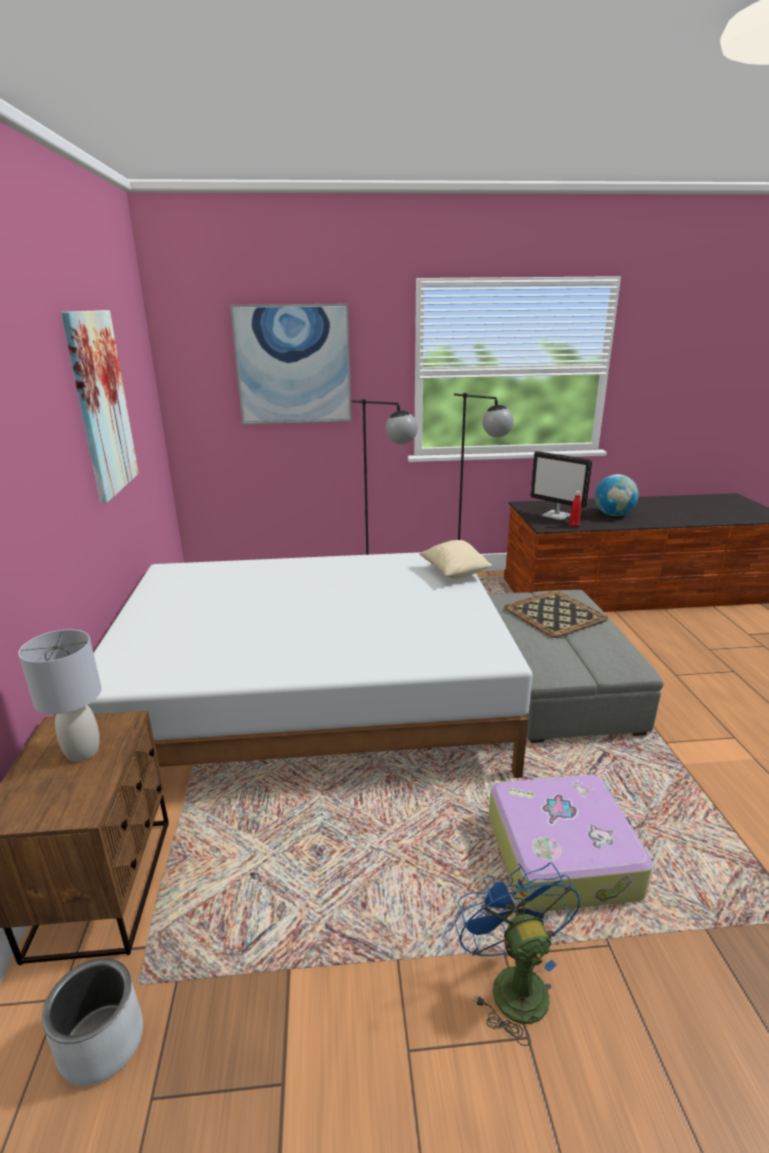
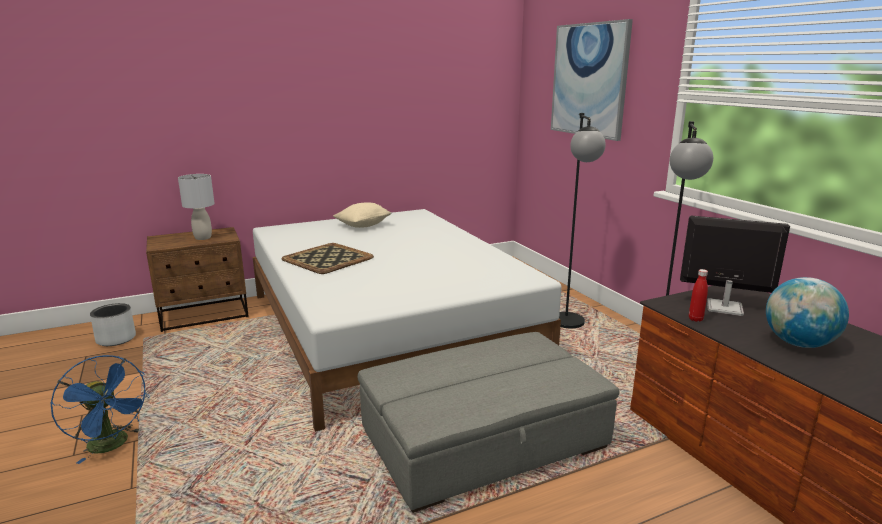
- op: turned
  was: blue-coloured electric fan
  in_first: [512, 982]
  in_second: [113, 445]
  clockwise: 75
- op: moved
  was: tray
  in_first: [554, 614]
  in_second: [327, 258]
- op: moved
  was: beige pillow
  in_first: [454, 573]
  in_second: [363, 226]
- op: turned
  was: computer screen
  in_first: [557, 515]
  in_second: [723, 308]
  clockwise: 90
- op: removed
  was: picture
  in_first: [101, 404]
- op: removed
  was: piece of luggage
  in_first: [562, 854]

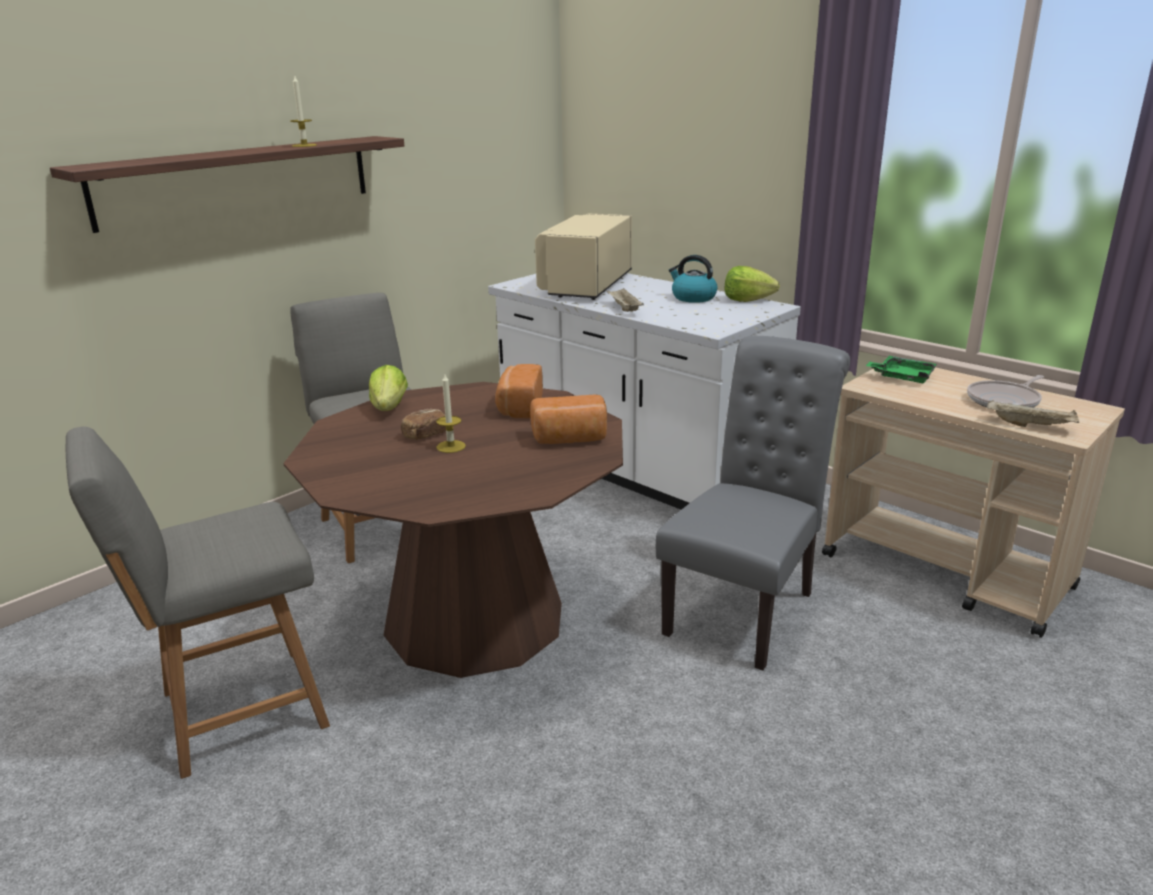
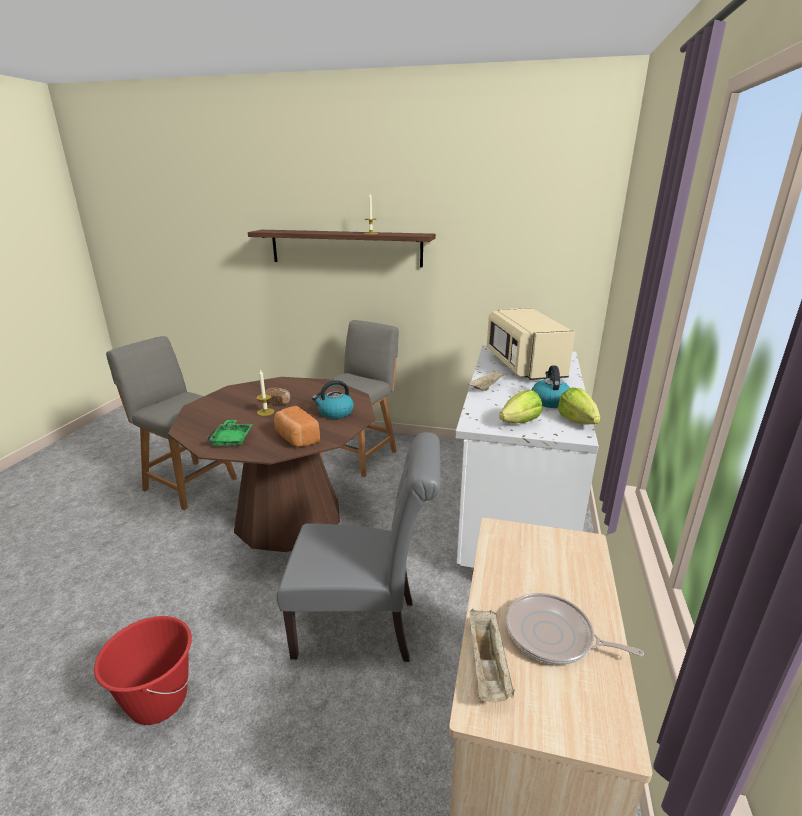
- op: added
  now: red water bucket
  in_second: [158, 700]
- op: moved
  was: greenish tray
  in_first: [902, 377]
  in_second: [232, 439]
- op: replaced
  was: bakery bread
  now: kettle
  in_first: [519, 407]
  in_second: [335, 413]
- op: turned
  was: beige kitchen microwave
  in_first: [585, 286]
  in_second: [523, 366]
  clockwise: -90
- op: moved
  was: lettuce
  in_first: [389, 408]
  in_second: [520, 422]

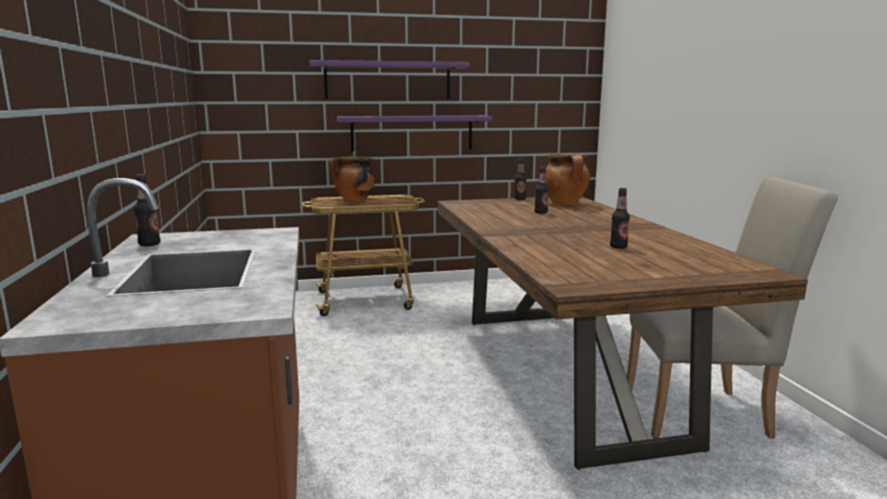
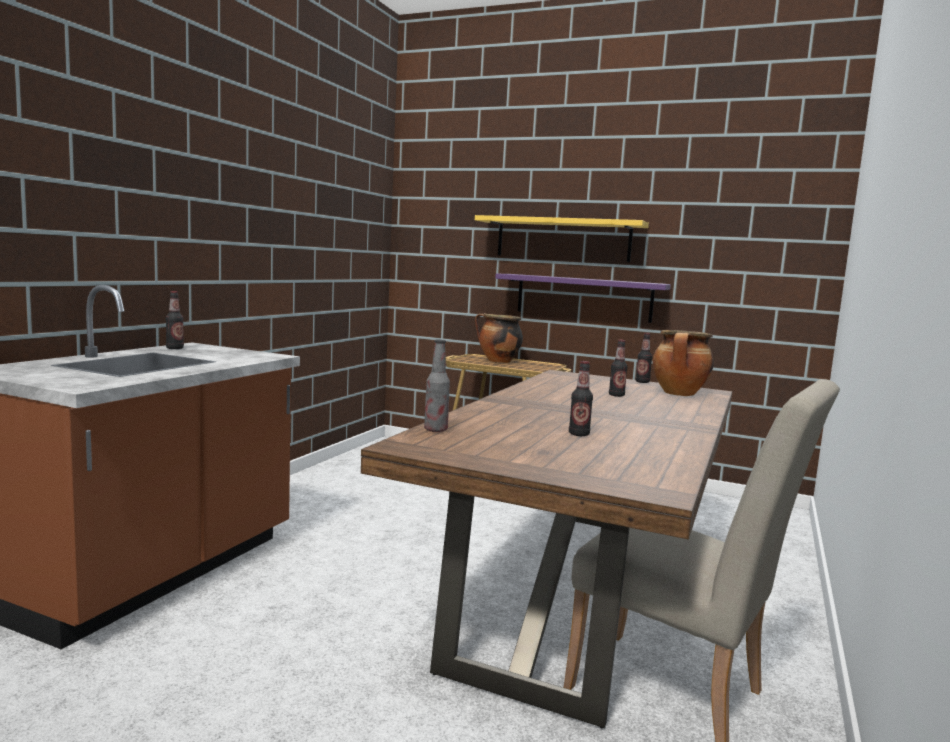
- op: added
  now: bottle
  in_second: [435, 430]
- op: recoloured
  was: purplish shelf
  now: yellow-coloured shelf
  in_first: [388, 80]
  in_second: [563, 239]

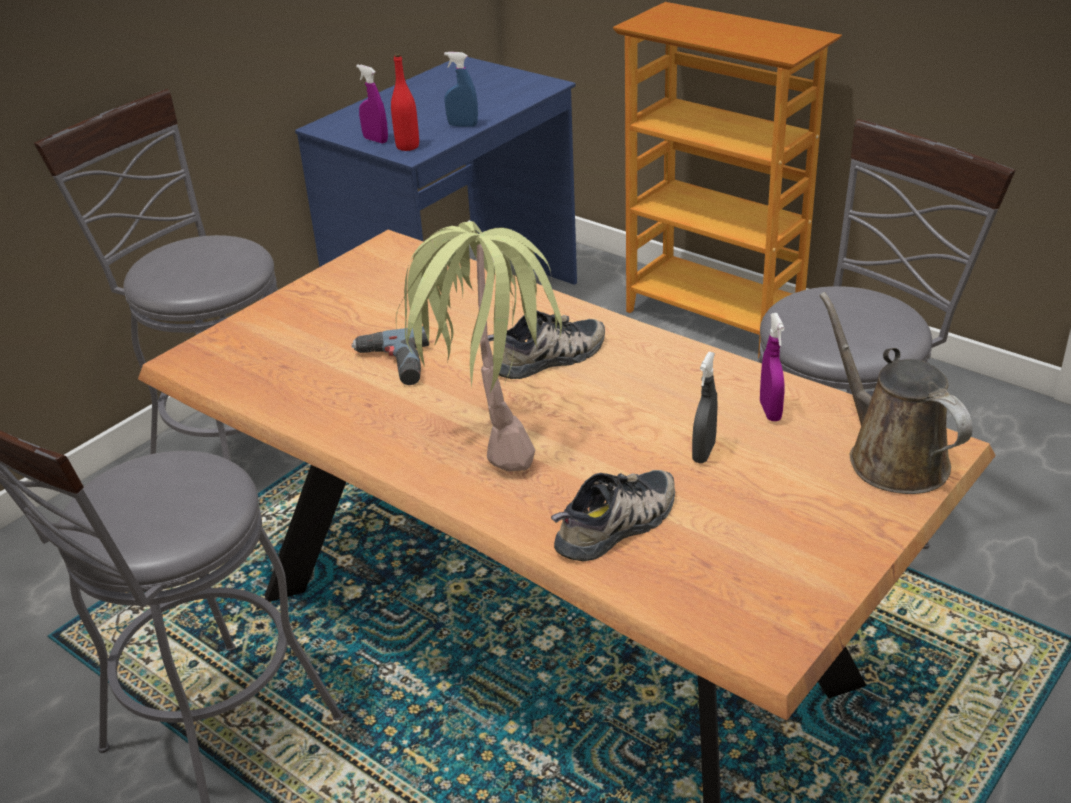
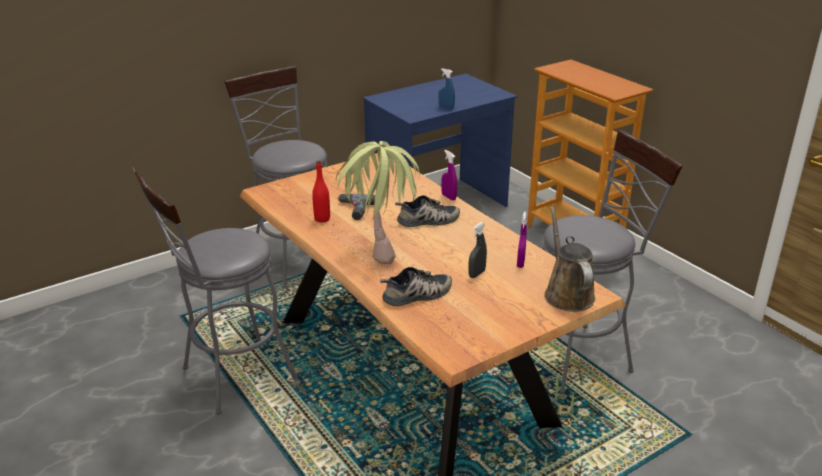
- op: moved
  was: red bottle
  in_first: [407, 146]
  in_second: [322, 219]
- op: moved
  was: purplish spray bottle
  in_first: [375, 140]
  in_second: [448, 197]

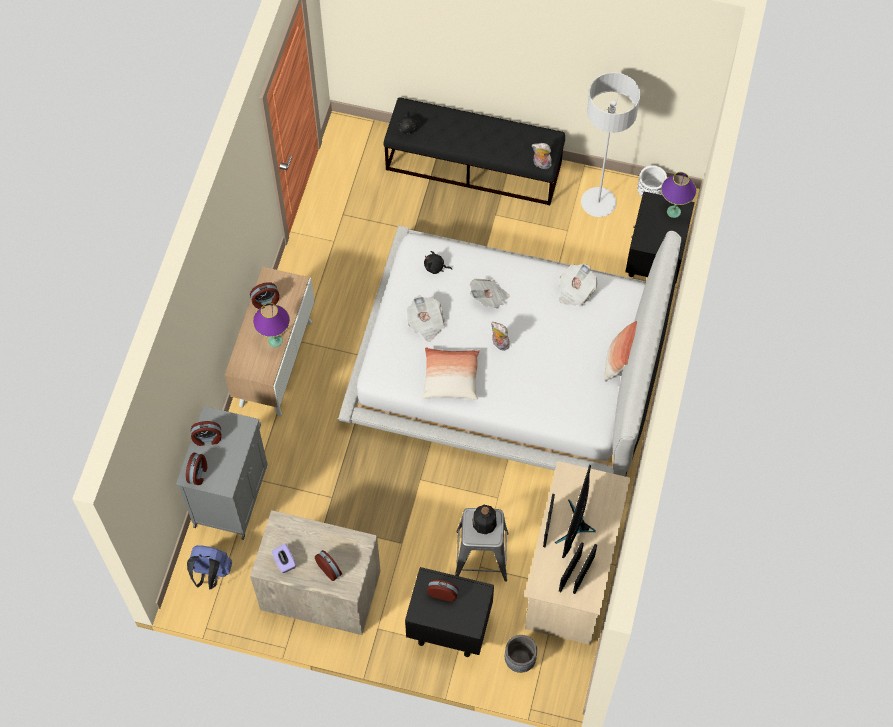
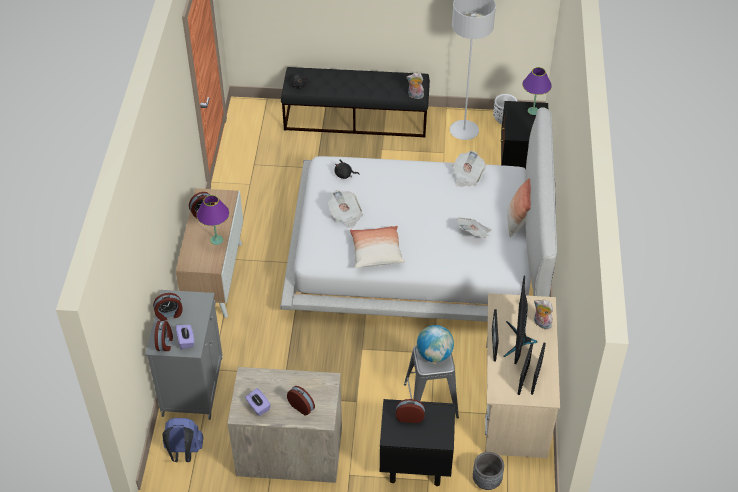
- op: added
  now: purplish tissue holder
  in_second: [186, 341]
- op: replaced
  was: bottle
  now: world globe
  in_first: [484, 523]
  in_second: [434, 354]
- op: moved
  was: printed paper
  in_first: [489, 298]
  in_second: [474, 233]
- op: moved
  was: cuddly toy
  in_first: [499, 343]
  in_second: [541, 324]

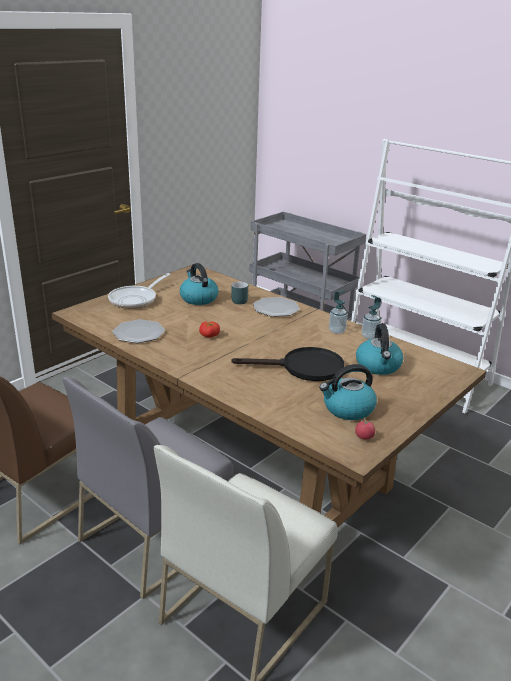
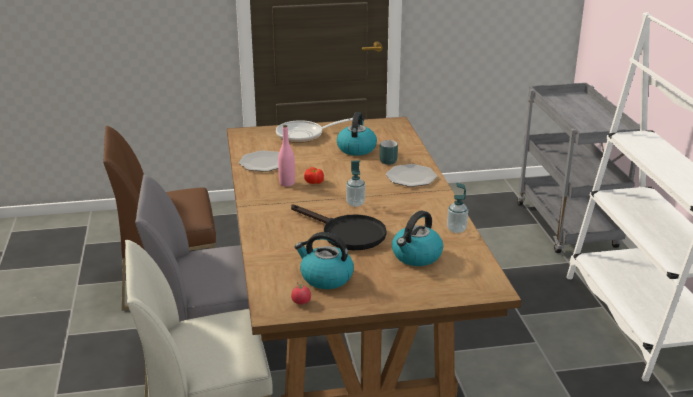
- op: added
  now: pink-coloured bottle
  in_second: [287, 183]
- op: moved
  was: soap dispenser
  in_first: [337, 331]
  in_second: [355, 203]

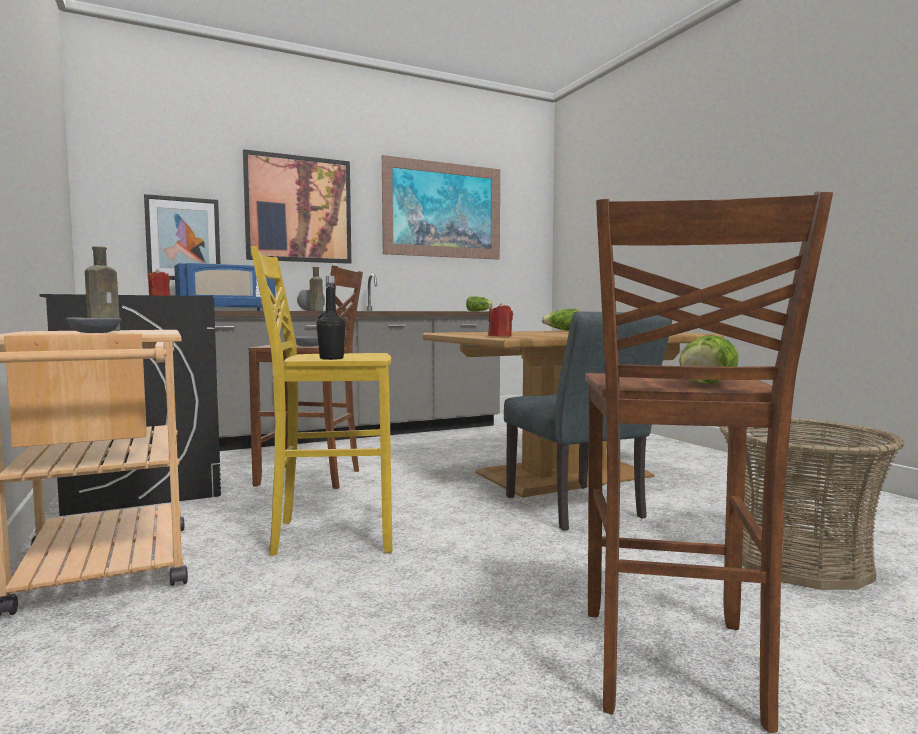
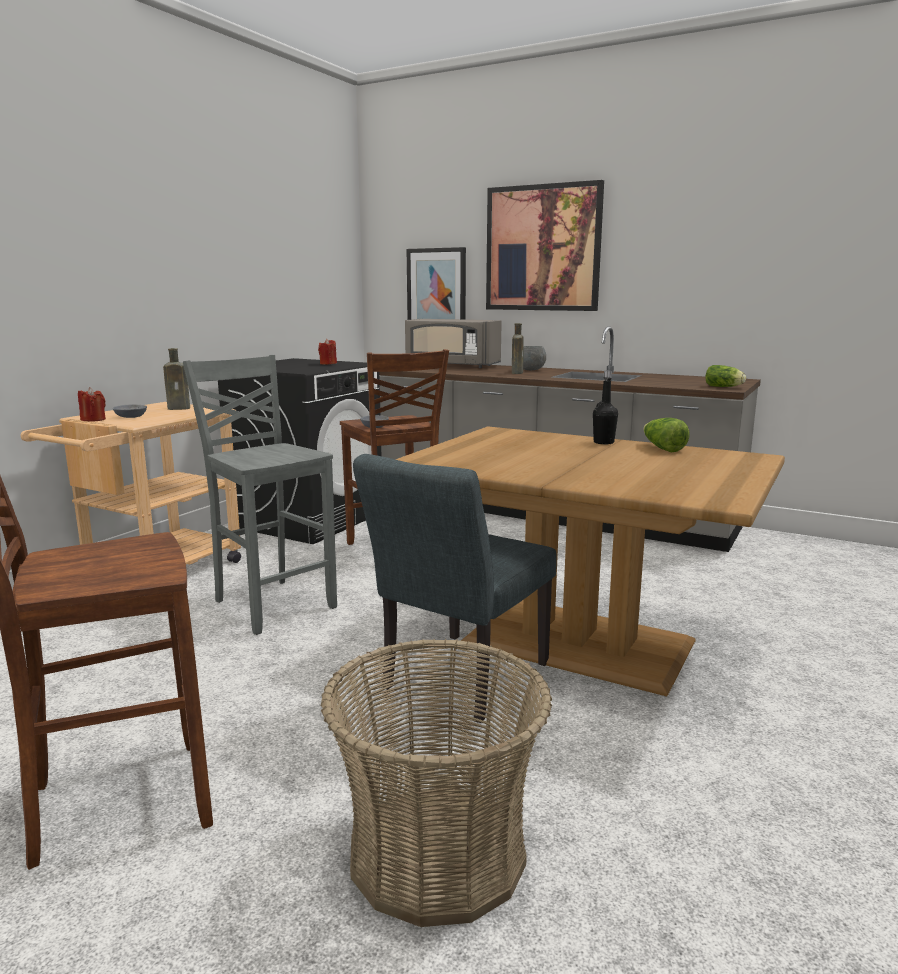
- op: moved
  was: red wax candle
  in_first: [500, 336]
  in_second: [93, 419]
- op: recoloured
  was: yellow-coloured stool seat
  now: greyish stool seat
  in_first: [331, 535]
  in_second: [272, 604]
- op: recoloured
  was: blue-coloured kitchen microwave
  now: greyish kitchen microwave
  in_first: [227, 310]
  in_second: [451, 365]
- op: moved
  was: black bottle
  in_first: [331, 358]
  in_second: [603, 442]
- op: removed
  was: picture
  in_first: [443, 210]
- op: removed
  was: lettuce
  in_first: [704, 384]

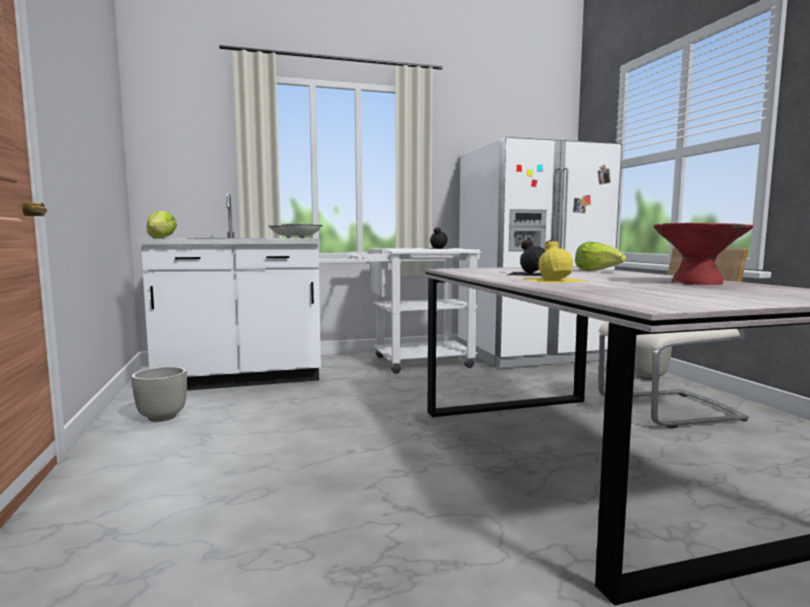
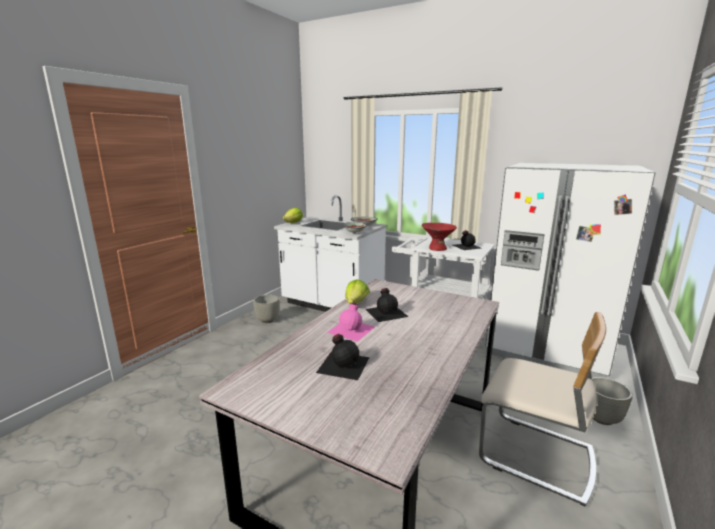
- op: added
  now: black bottle
  in_second: [343, 364]
- op: recoloured
  was: yellow-coloured bottle
  now: pink-coloured bottle
  in_first: [554, 279]
  in_second: [352, 329]
- op: moved
  was: lettuce
  in_first: [598, 271]
  in_second: [356, 303]
- op: moved
  was: red deep dish
  in_first: [696, 282]
  in_second: [437, 248]

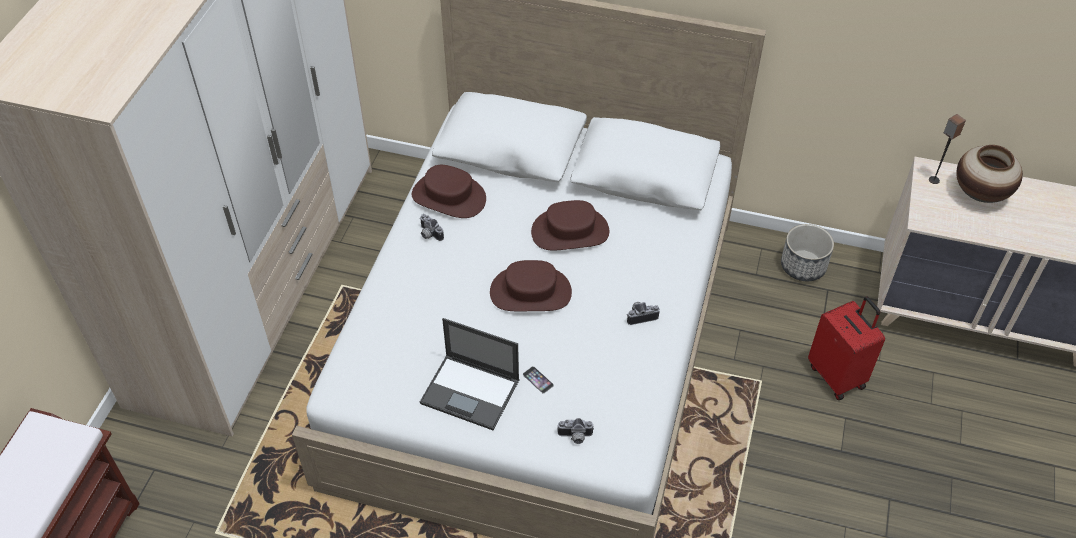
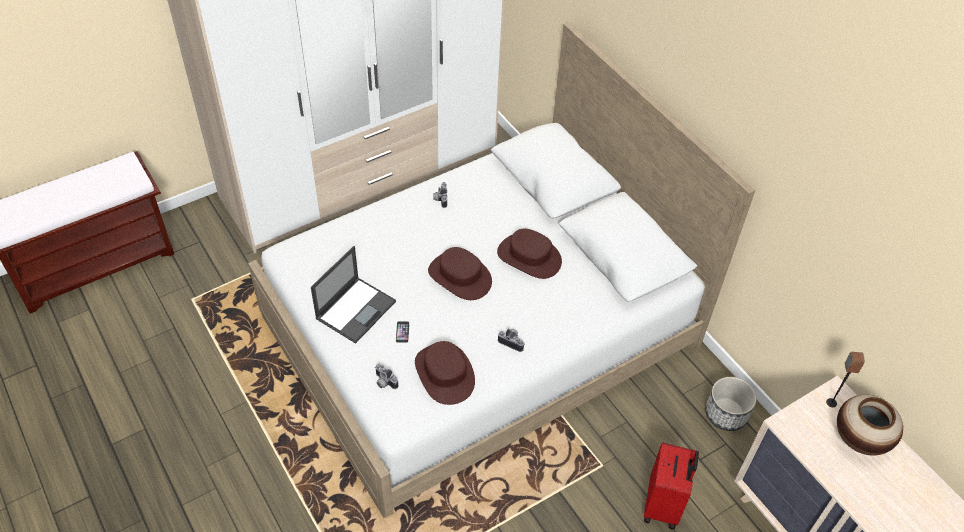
- op: turned
  was: notebook computer
  in_first: [471, 392]
  in_second: [356, 309]
  clockwise: -120
- op: moved
  was: brown-coloured wearable hat
  in_first: [449, 197]
  in_second: [445, 374]

